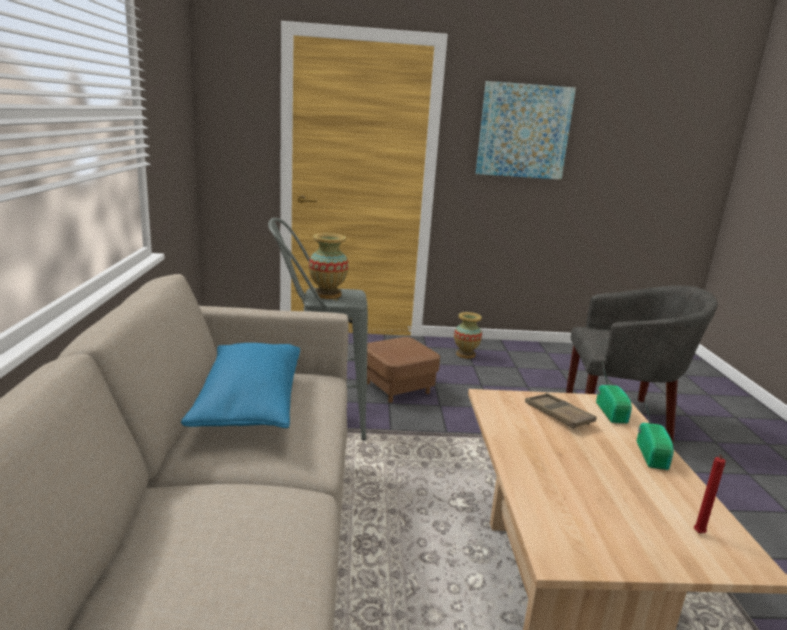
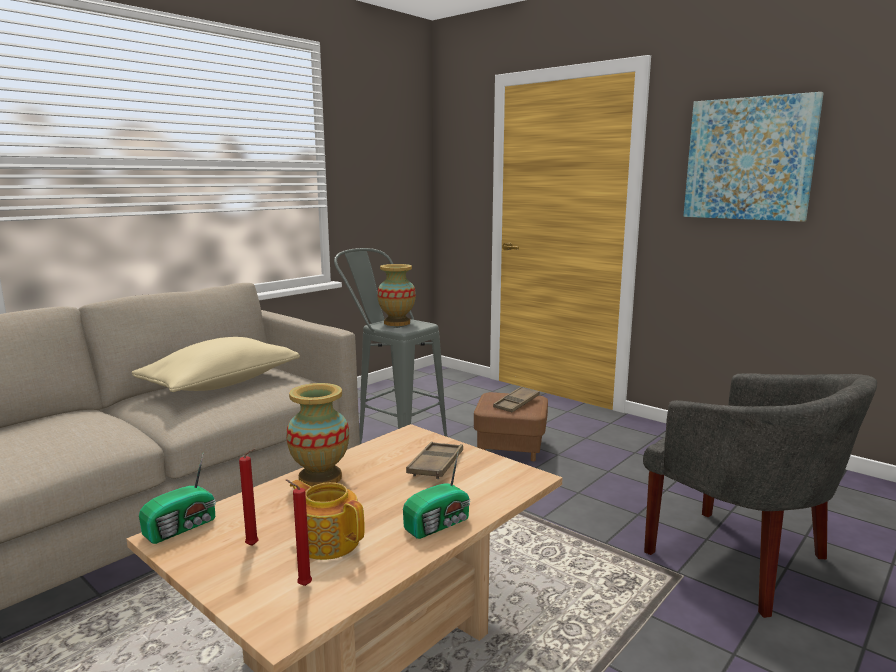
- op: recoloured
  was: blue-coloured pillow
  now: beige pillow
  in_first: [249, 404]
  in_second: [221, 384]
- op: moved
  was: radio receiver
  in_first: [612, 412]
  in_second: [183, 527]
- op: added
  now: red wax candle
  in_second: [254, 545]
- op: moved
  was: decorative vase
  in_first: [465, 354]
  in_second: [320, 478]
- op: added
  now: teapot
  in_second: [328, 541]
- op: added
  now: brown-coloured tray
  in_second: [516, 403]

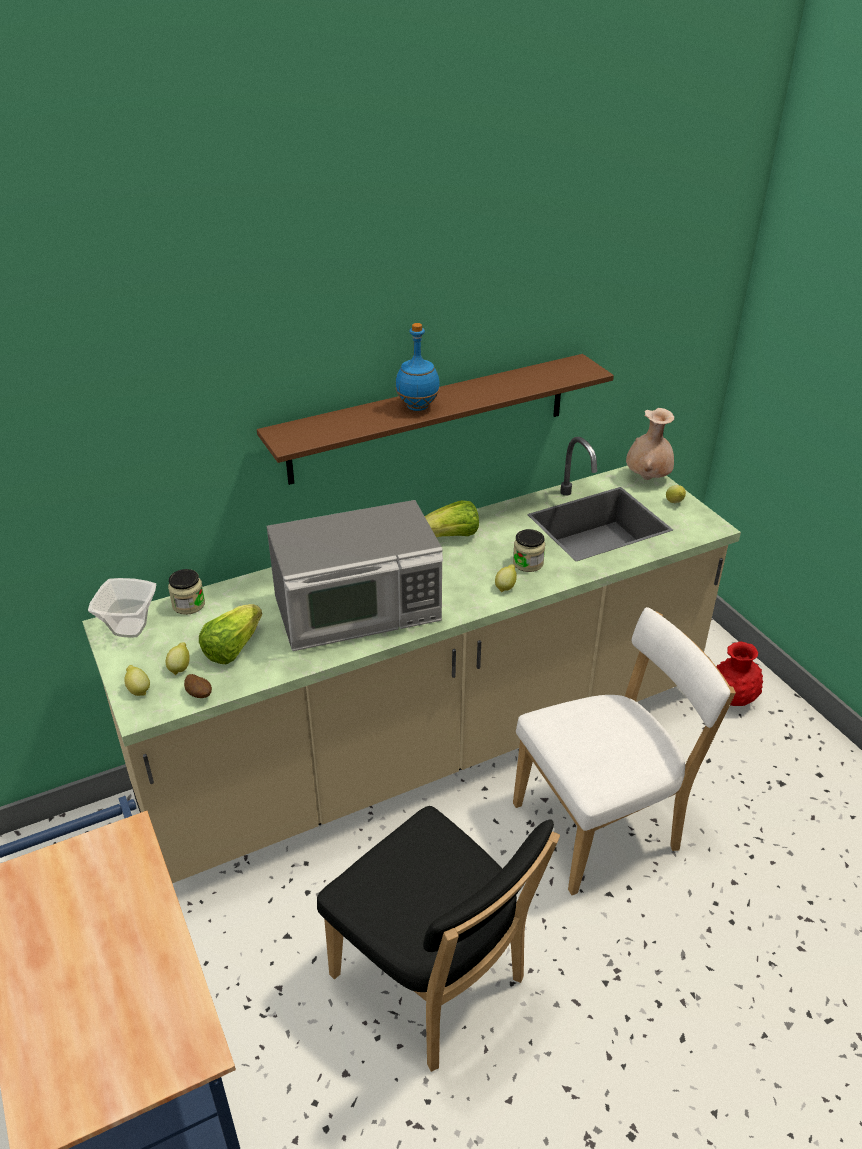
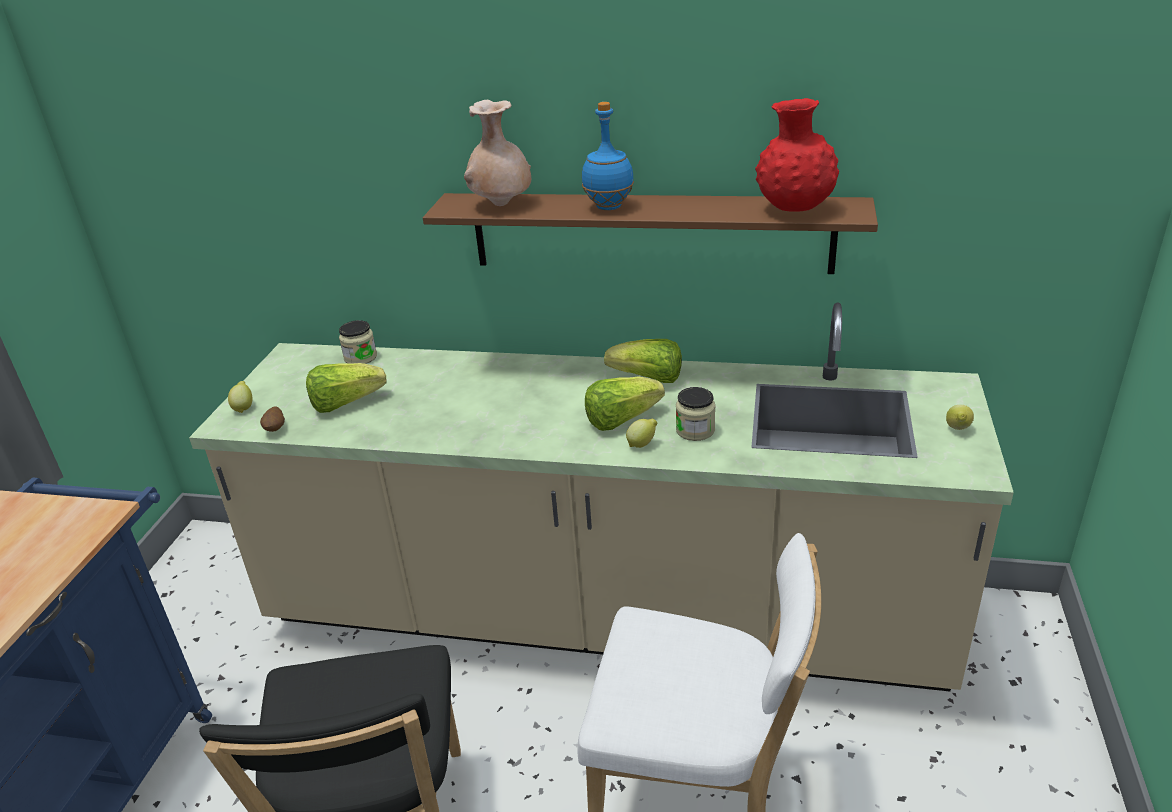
- op: moved
  was: beige decorative vase
  in_first: [647, 478]
  in_second: [501, 205]
- op: added
  now: lettuce
  in_second: [621, 419]
- op: moved
  was: red decorative vase
  in_first: [732, 699]
  in_second: [794, 210]
- op: removed
  was: deep dish
  in_first: [128, 628]
- op: removed
  was: lemon
  in_first: [180, 667]
- op: removed
  was: kitchen microwave
  in_first: [359, 610]

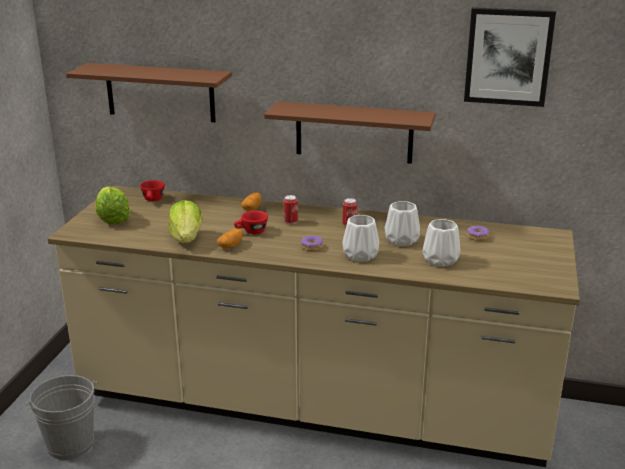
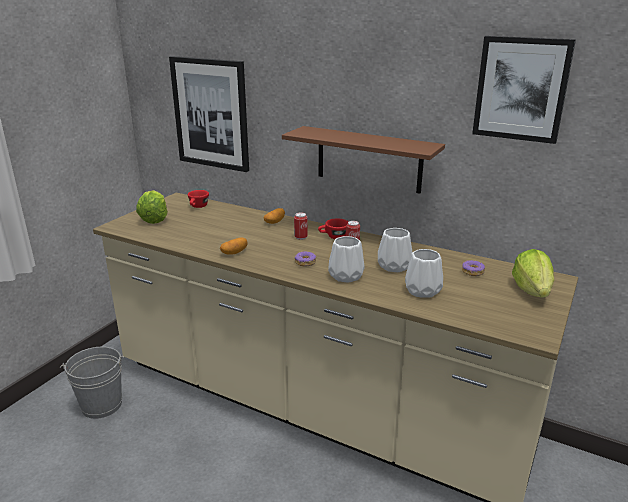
- op: replaced
  was: brown-coloured shelf
  now: picture
  in_first: [160, 92]
  in_second: [211, 113]
- op: moved
  was: red small cup
  in_first: [251, 232]
  in_second: [333, 237]
- op: moved
  was: lettuce
  in_first: [186, 239]
  in_second: [532, 291]

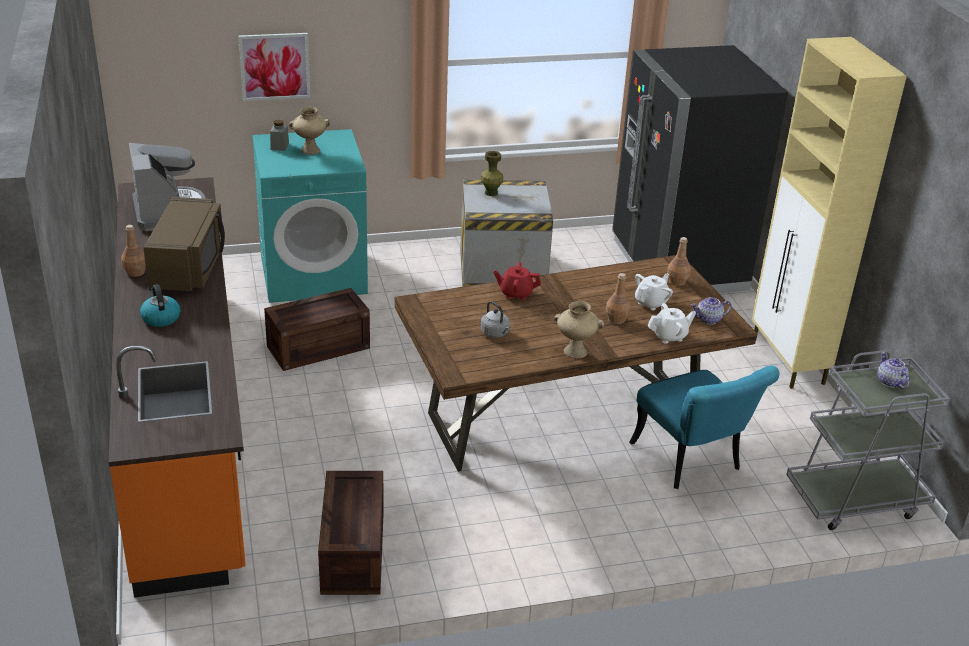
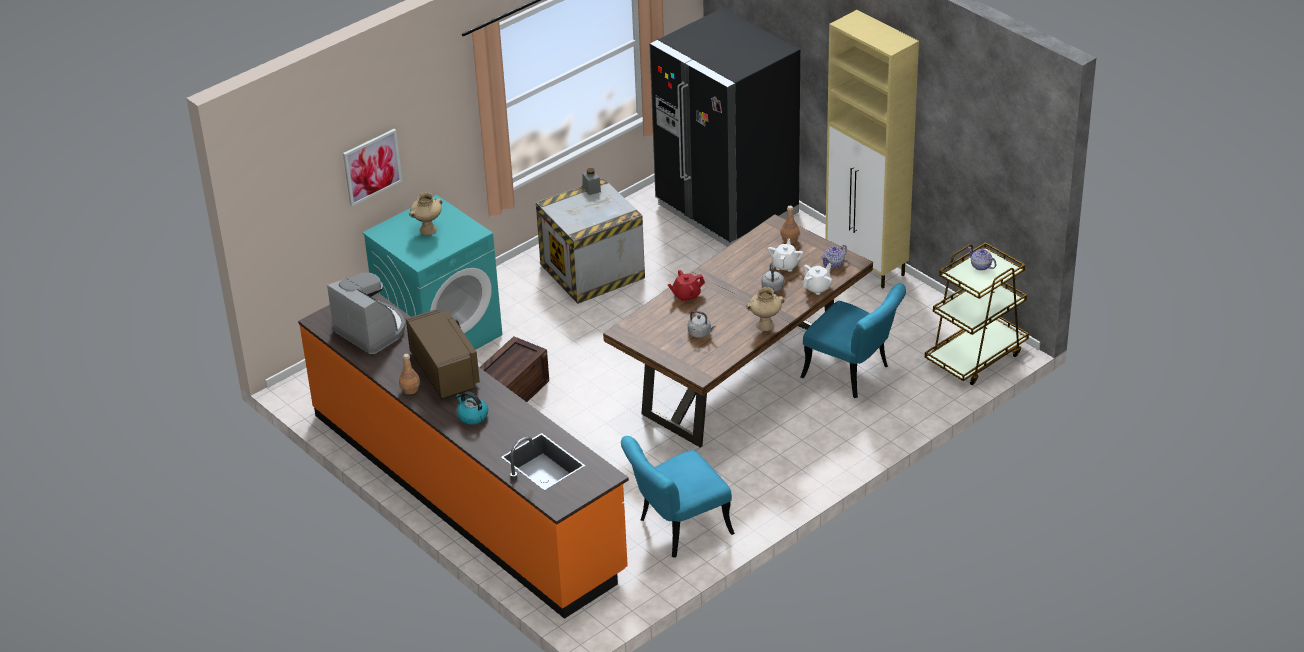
- op: moved
  was: greyish preserve jar
  in_first: [279, 146]
  in_second: [591, 189]
- op: replaced
  was: packing crate
  now: turquoise-coloured chair
  in_first: [351, 550]
  in_second: [677, 530]
- op: replaced
  was: brown-coloured bottle
  now: greyish kettle
  in_first: [616, 319]
  in_second: [772, 289]
- op: recoloured
  was: greyish wheeled cart
  now: brown-coloured wheeled cart
  in_first: [855, 499]
  in_second: [975, 357]
- op: removed
  was: greenish decorative vase
  in_first: [491, 193]

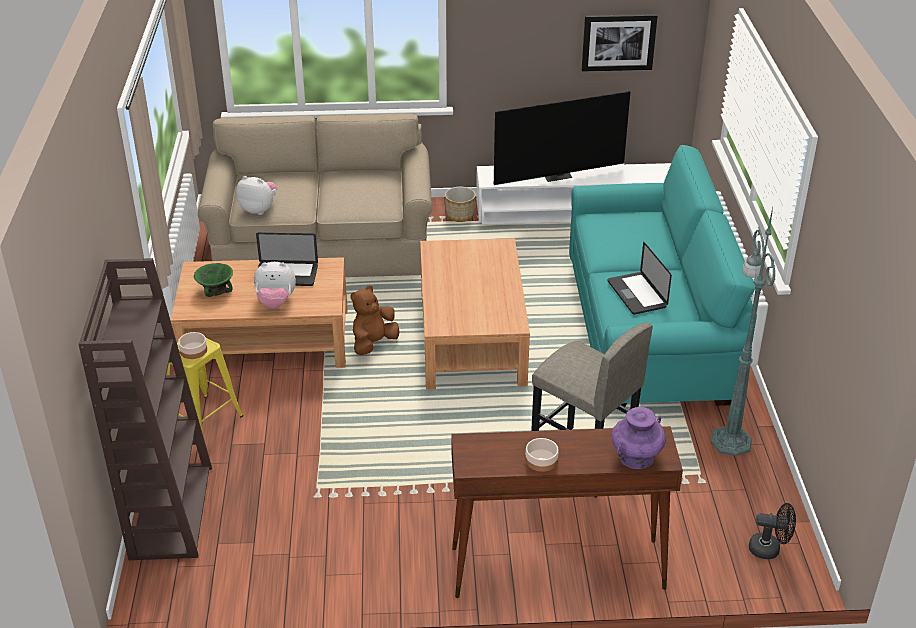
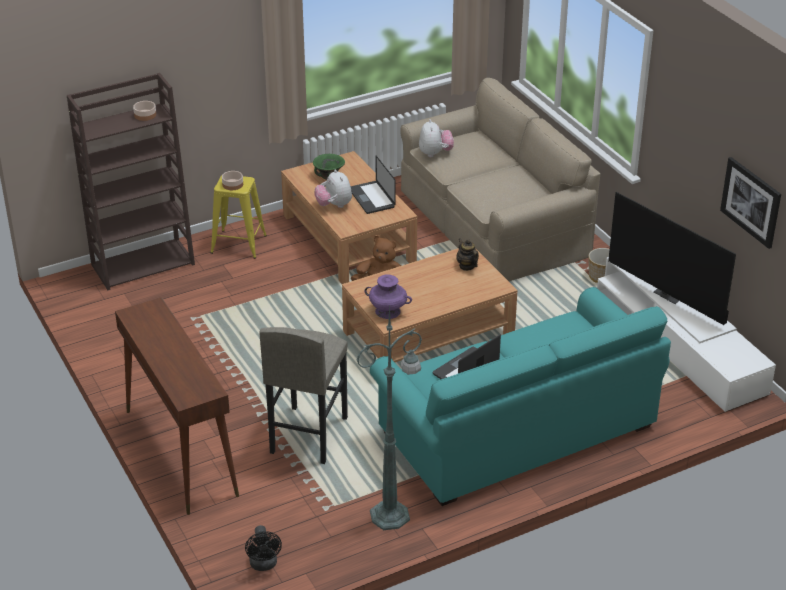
- op: moved
  was: deep dish
  in_first: [541, 460]
  in_second: [145, 115]
- op: moved
  was: purplish decorative vase
  in_first: [636, 456]
  in_second: [388, 311]
- op: added
  now: teapot
  in_second: [467, 266]

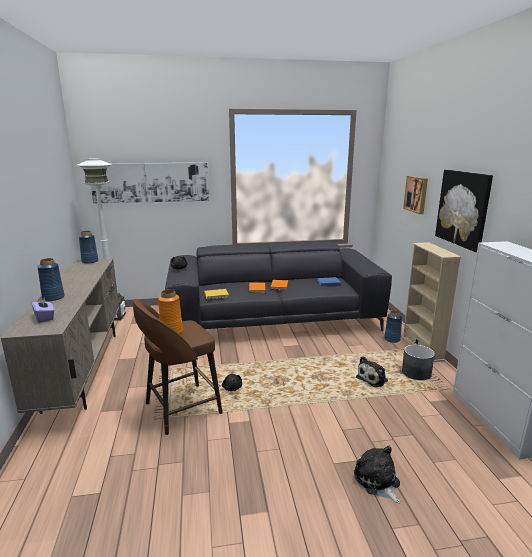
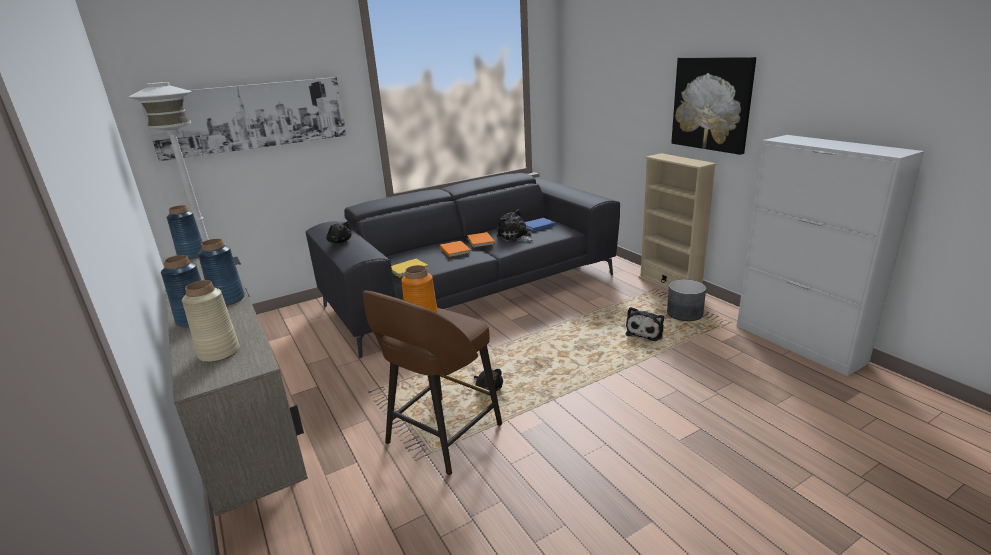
- op: replaced
  was: purplish tissue holder
  now: beige decorative vase
  in_first: [45, 317]
  in_second: [218, 352]
- op: moved
  was: blue-coloured decorative vase
  in_first: [392, 339]
  in_second: [228, 300]
- op: moved
  was: cuddly toy
  in_first: [377, 481]
  in_second: [515, 236]
- op: removed
  was: picture
  in_first: [416, 194]

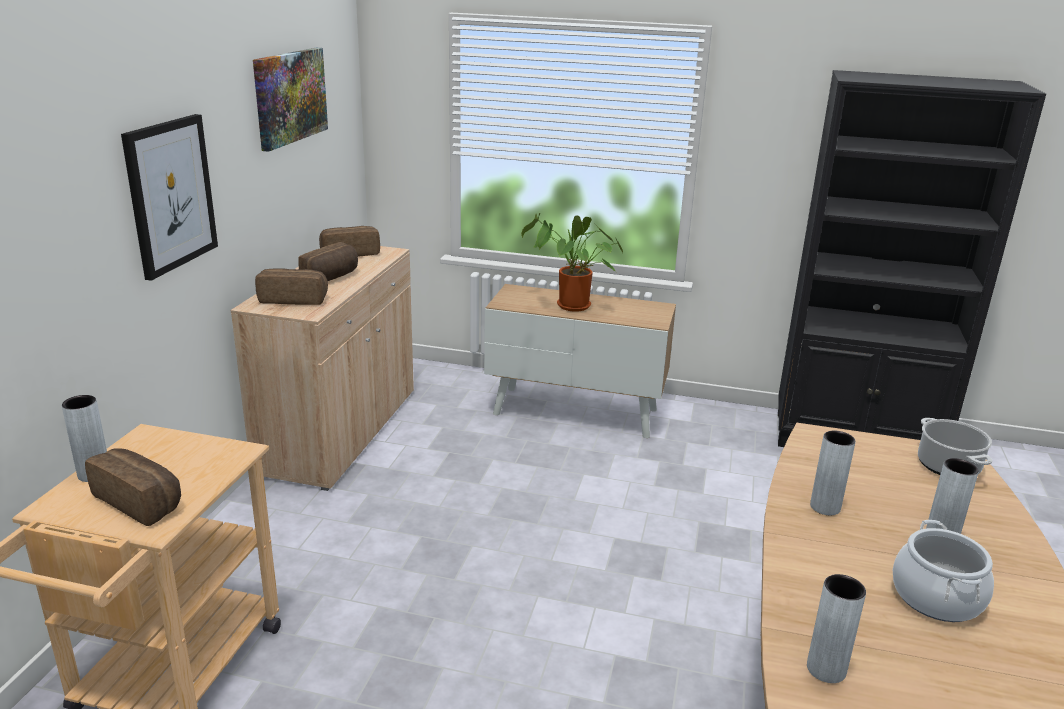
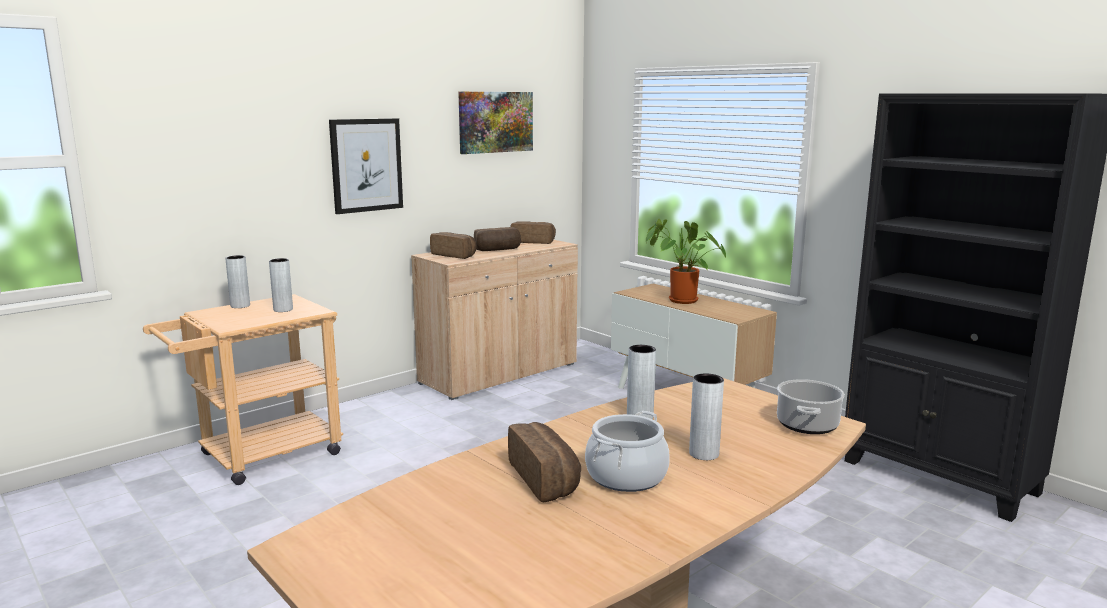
- op: moved
  was: greyish decorative vase
  in_first: [826, 669]
  in_second: [283, 310]
- op: moved
  was: bakery bread
  in_first: [141, 501]
  in_second: [546, 479]

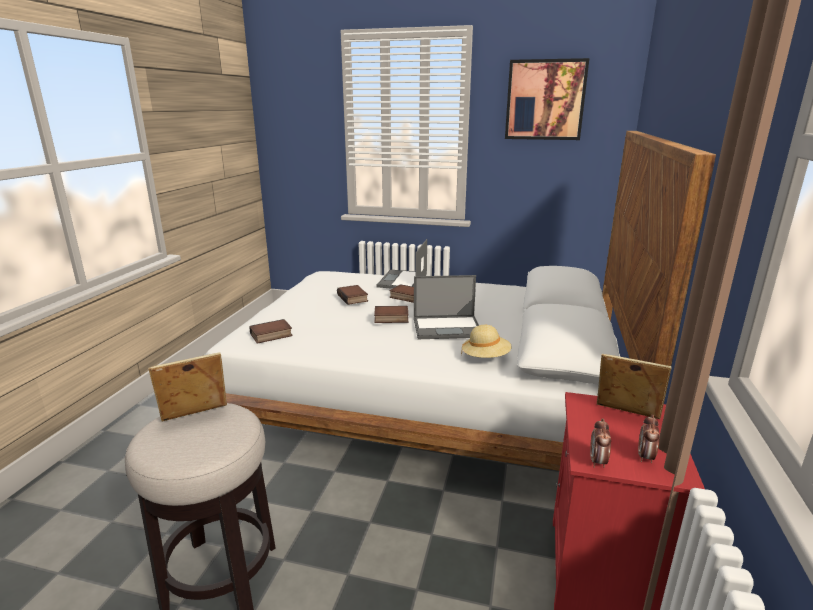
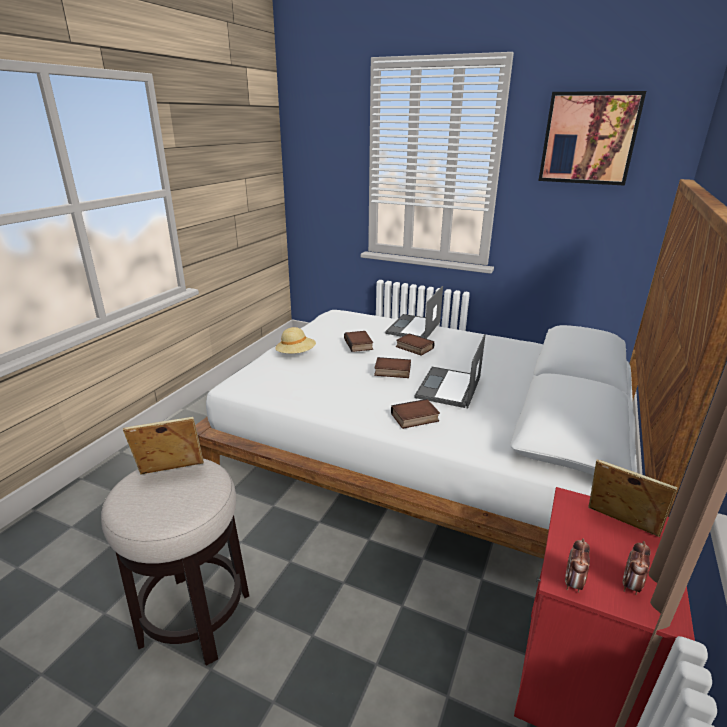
- op: moved
  was: beige wearable hat
  in_first: [486, 357]
  in_second: [296, 354]
- op: moved
  was: book
  in_first: [271, 335]
  in_second: [414, 418]
- op: turned
  was: notebook computer
  in_first: [448, 327]
  in_second: [448, 388]
  clockwise: 105

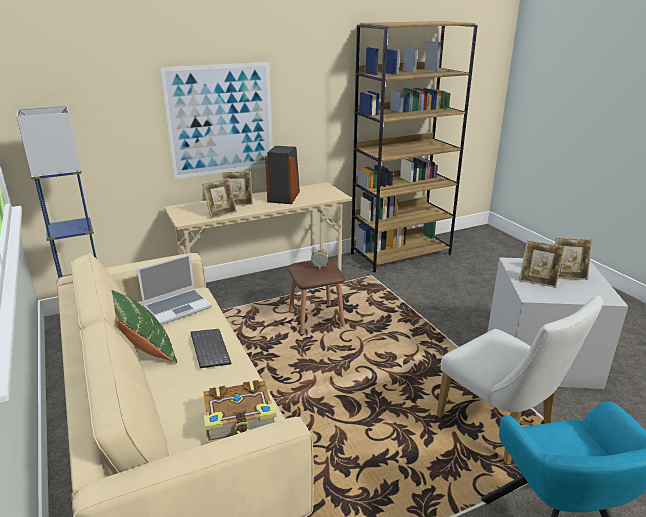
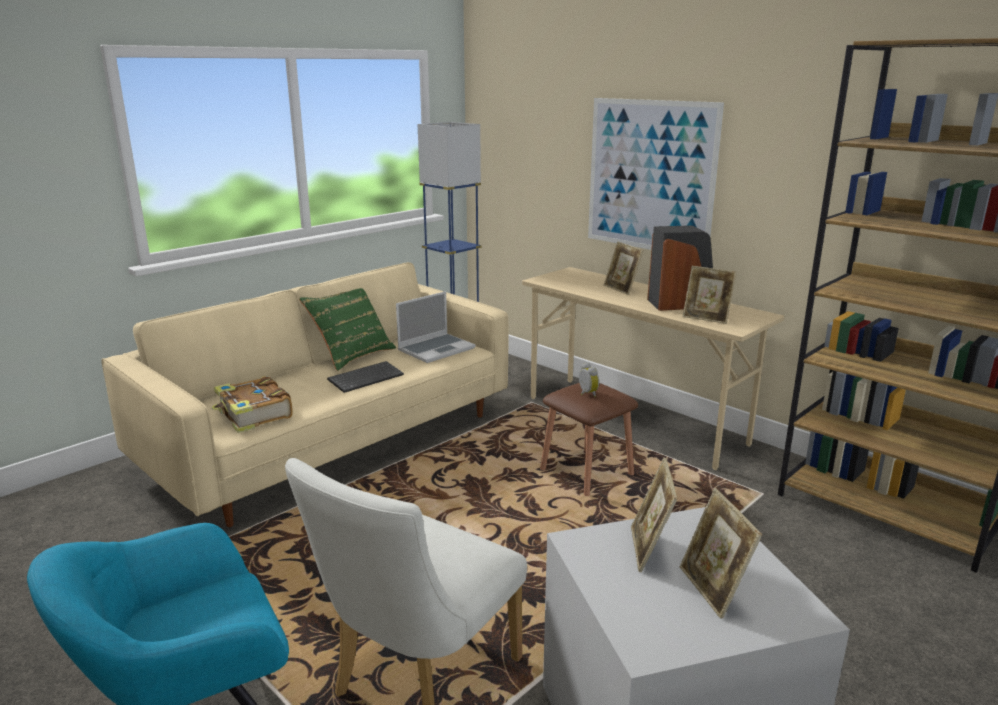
- op: turned
  was: notebook computer
  in_first: [178, 307]
  in_second: [436, 349]
  clockwise: -75
- op: moved
  was: standing frame
  in_first: [221, 213]
  in_second: [706, 318]

